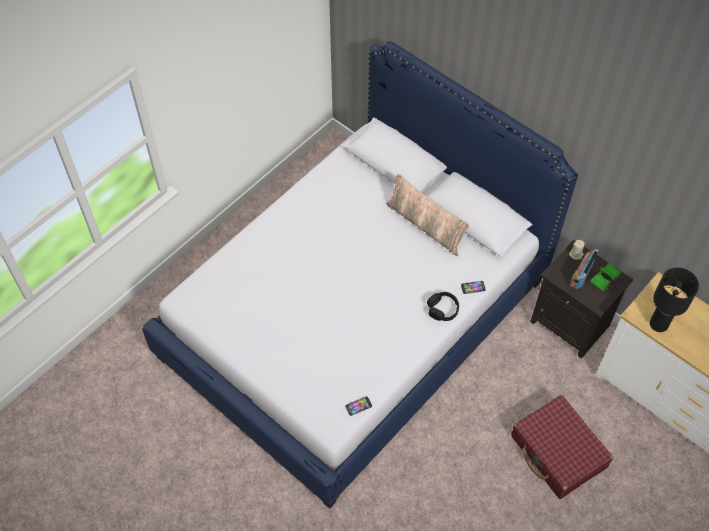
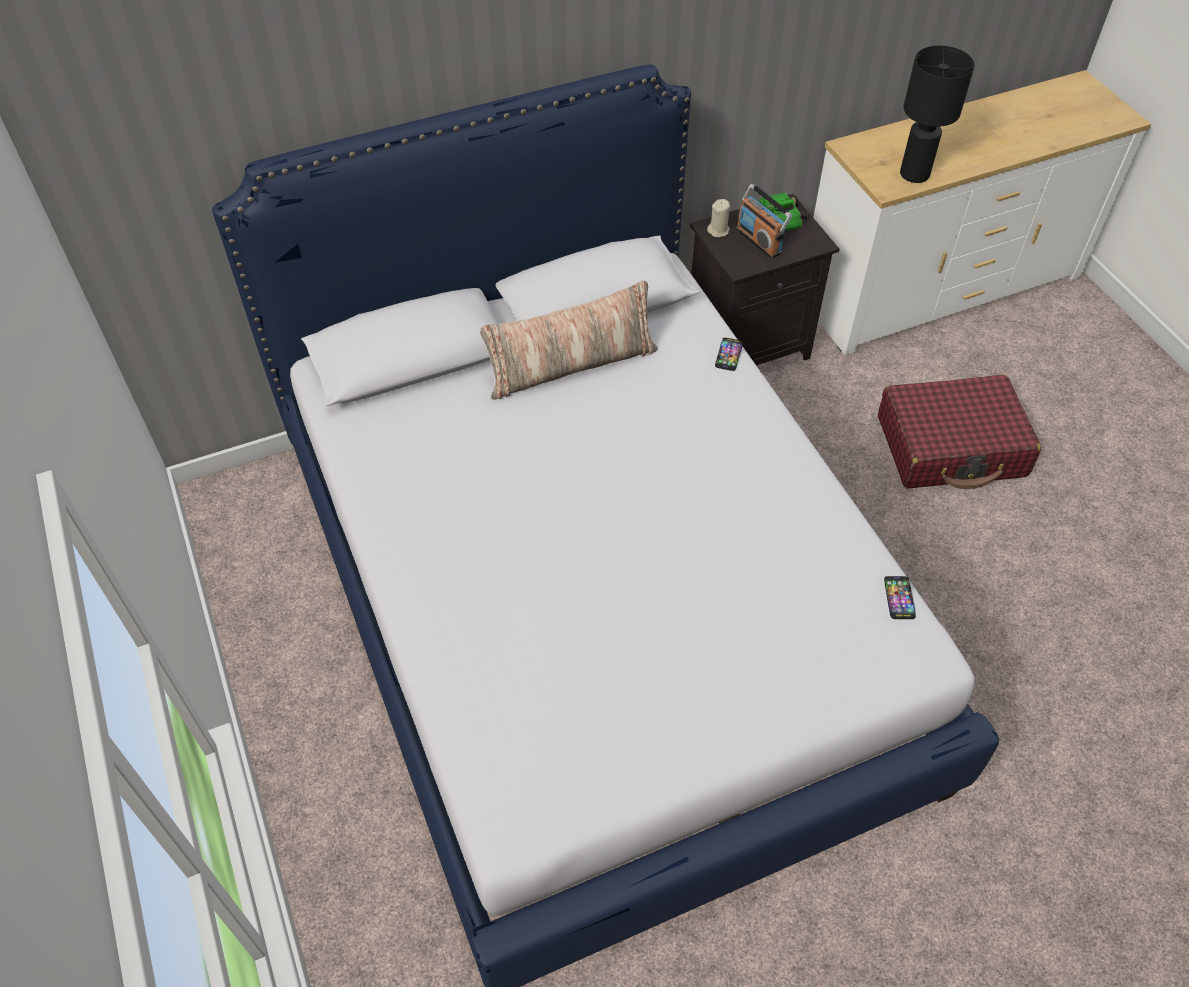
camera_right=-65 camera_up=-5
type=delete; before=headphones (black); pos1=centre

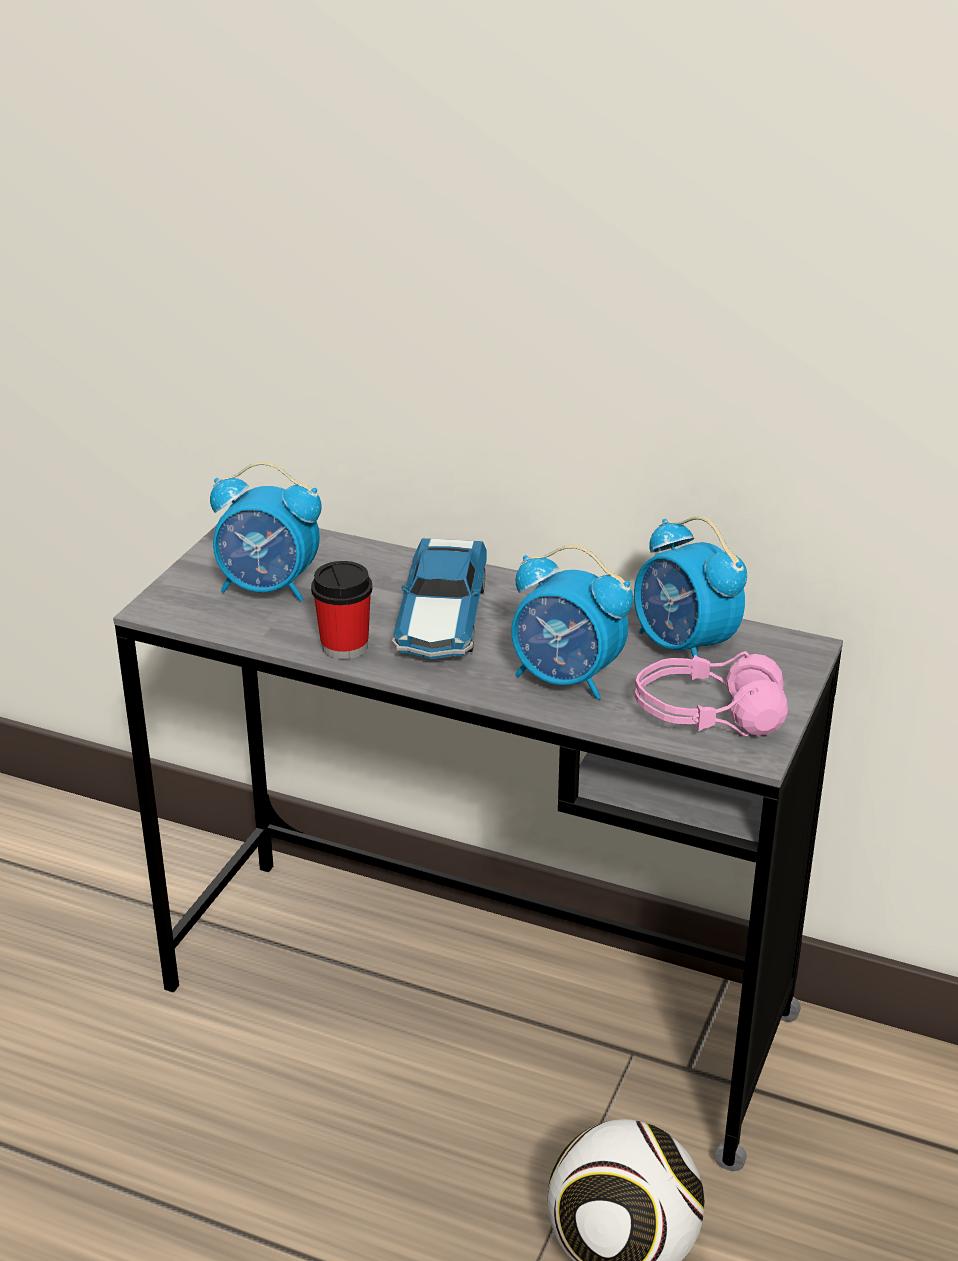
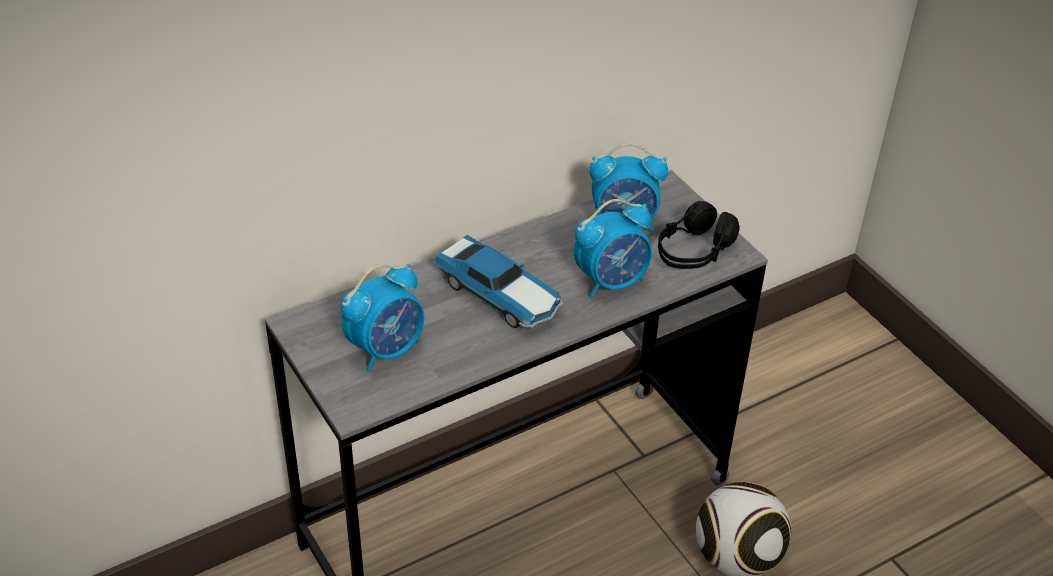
camera_right=-55 camera_up=10
type=recolor; before=headphones (pink); after=headphones (black); pos1=middle right; pos2=centre
type=delete; before=cup; pos1=centre

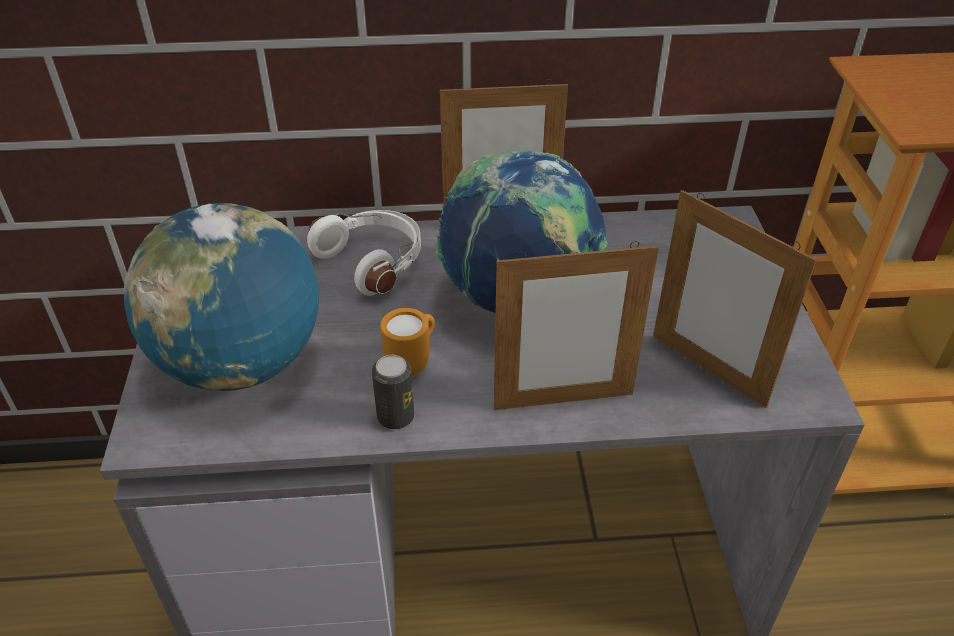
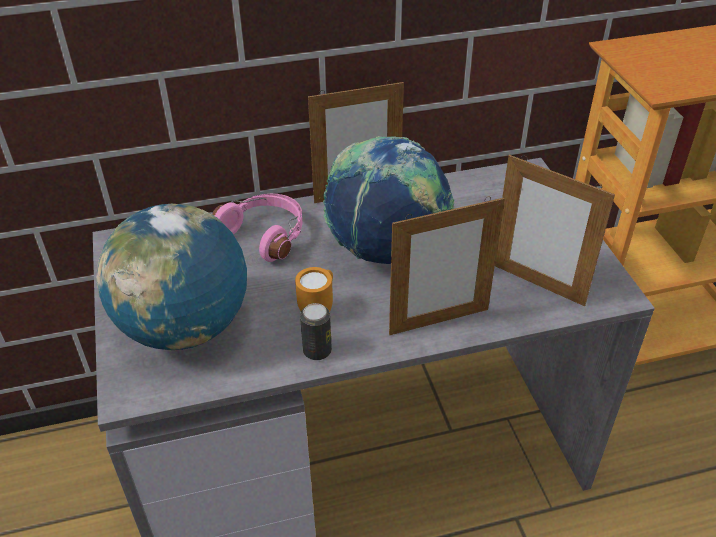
camera_right=-10 camera_up=0
type=recolor; before=headphones (white); after=headphones (pink); pos1=centre; pos2=centre

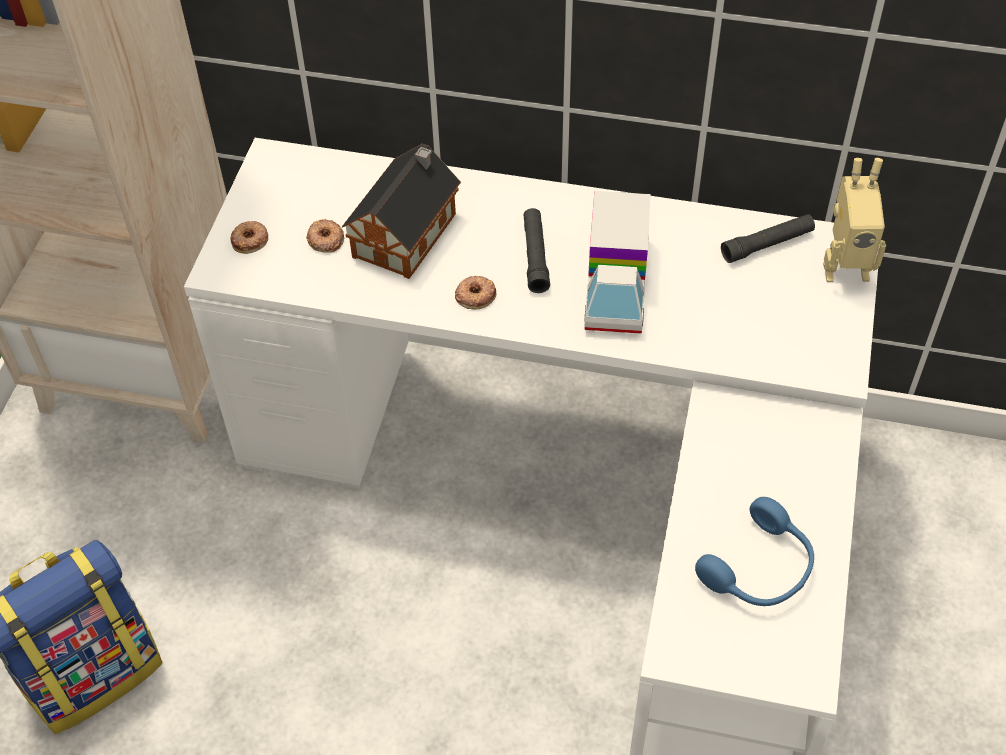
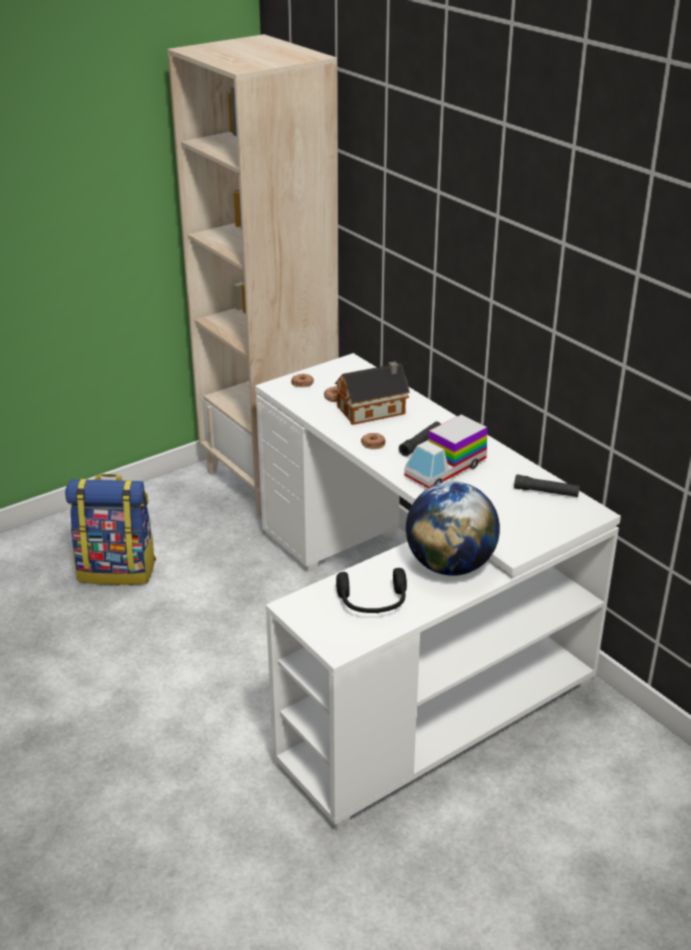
camera_right=40 camera_up=-20
type=recolor; before=headphones (blue); after=headphones (black); pos1=bottom right; pos2=centre
type=insert; after=globe; pos2=centre
type=delete; before=toy robot; pos1=top right

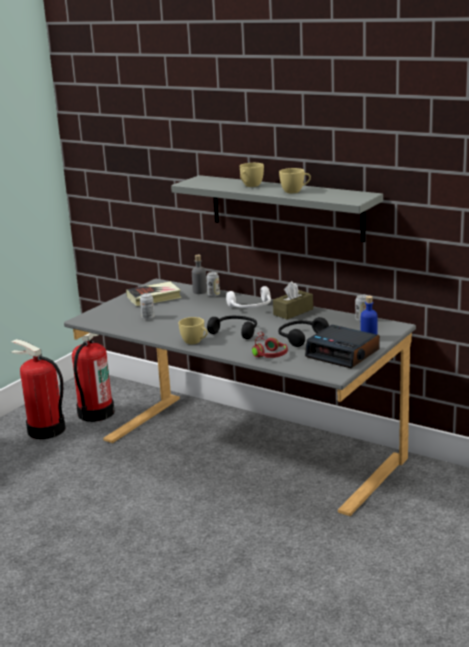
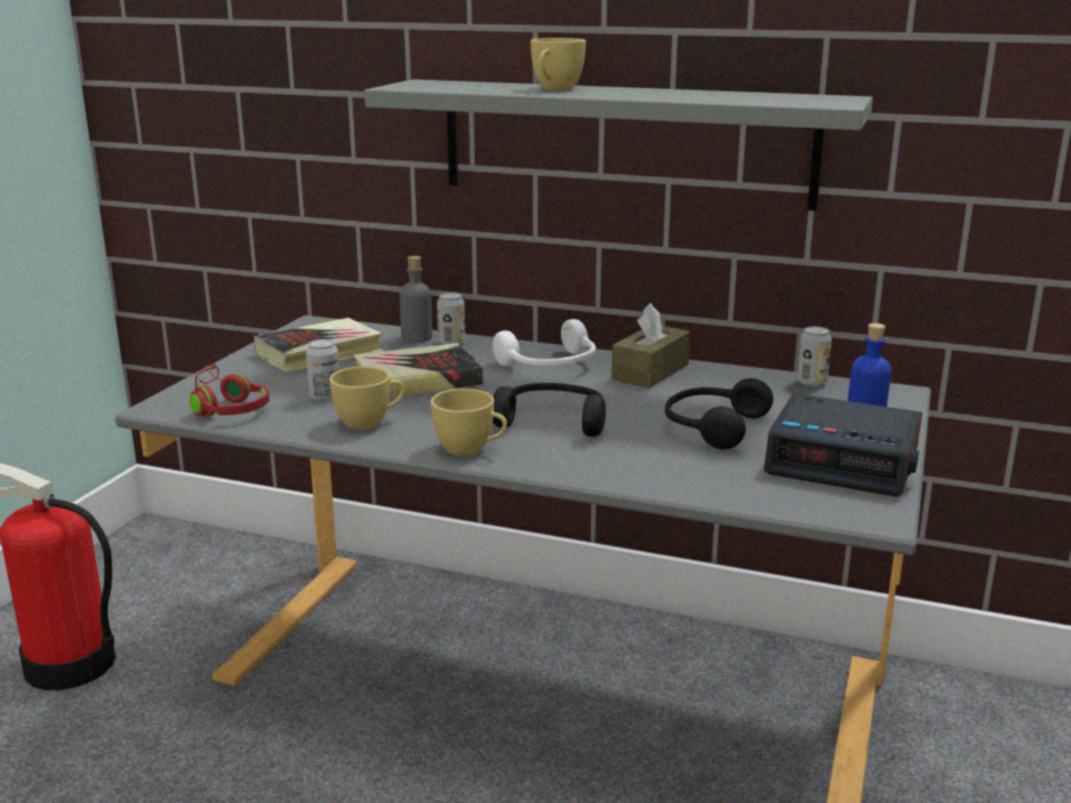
camera_right=-15 camera_up=0
type=move; before=headphones (red); pos1=centre; pos2=middle left
type=move; before=cup (yellow) (3rd from left in the first image); after=cup (yellow) (1st from left); pos1=top centre; pos2=centre
type=insert; after=book (2nd from left); pos2=centre
type=delete; before=fire extinguisher (2nd from left); pos1=middle left

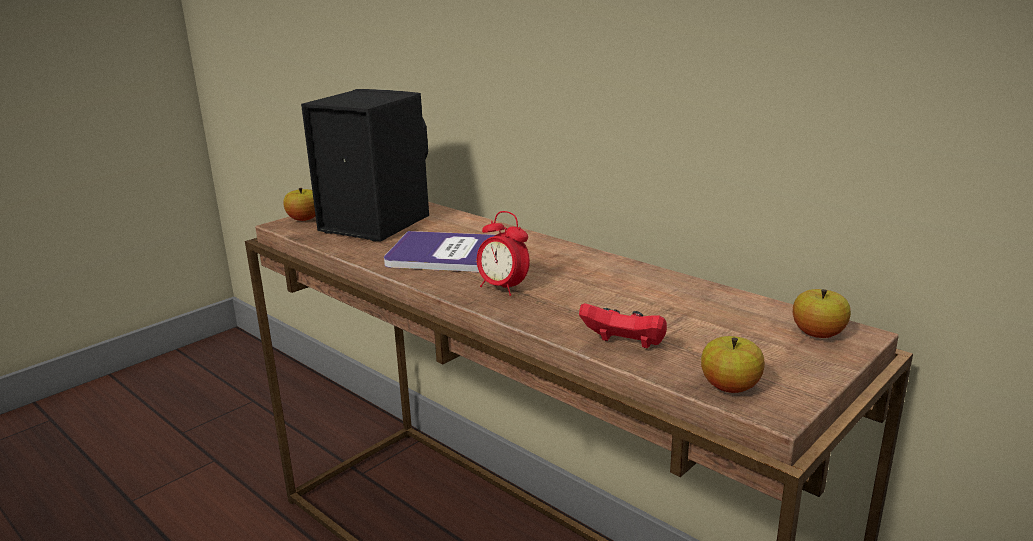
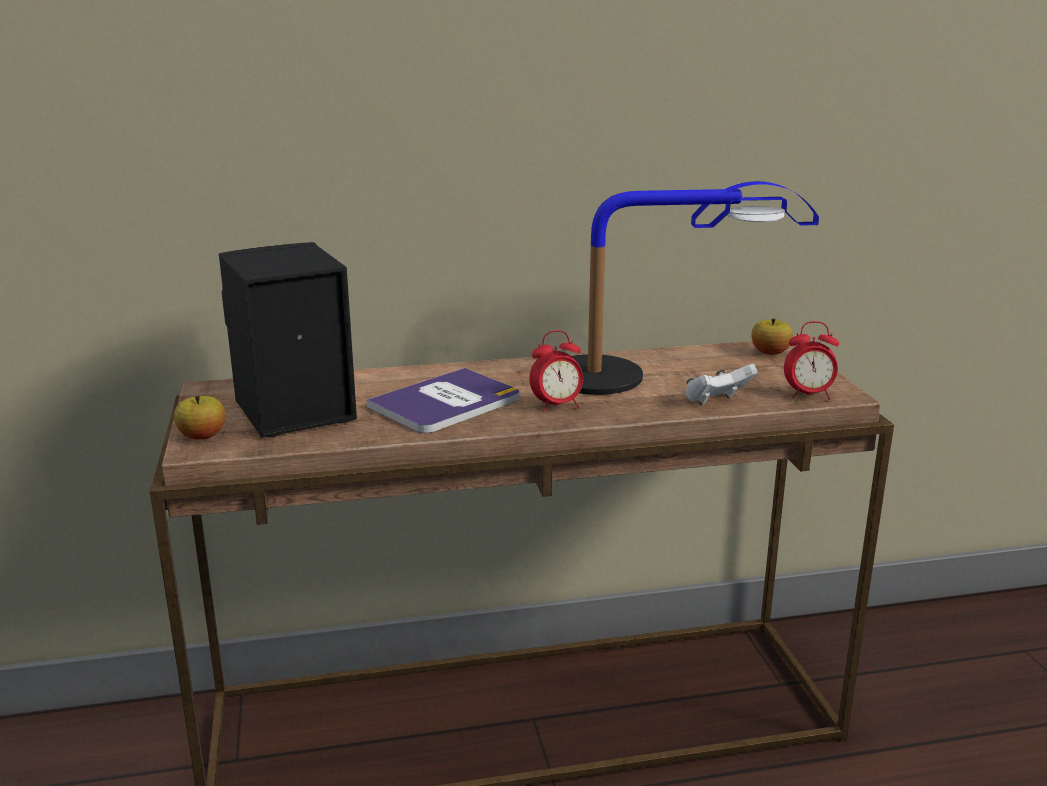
camera_right=-55 camera_up=0
type=insert; after=table lamp; pos2=centre
type=recolor; before=game controller (red); after=game controller (white); pos1=centre; pos2=middle right
type=replace; before=apple (2nd from left); after=alarm clock (2nd from left); pos1=bottom right; pos2=middle right

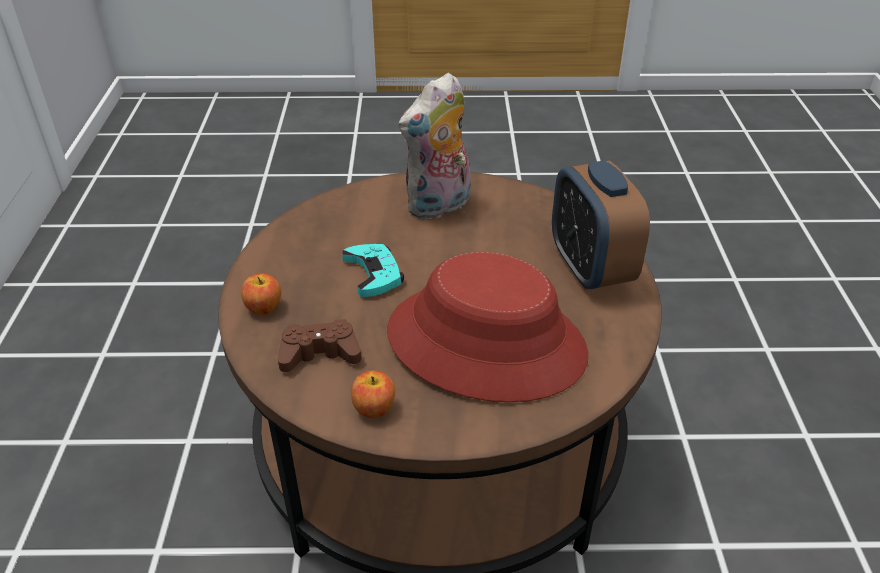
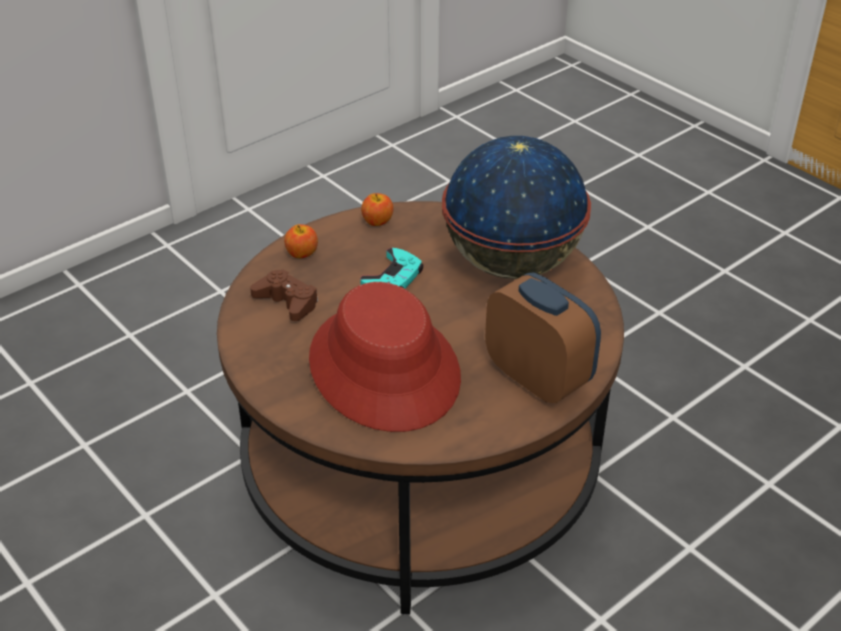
camera_right=50 camera_up=0
type=move; before=apple (2nd from left); pos1=bottom centre; pos2=top centre
type=replace; before=plush toy; after=globe; pos1=top centre; pos2=top centre
type=rotate; before=alarm clock; pos1=middle right; pos2=centre; turn=105

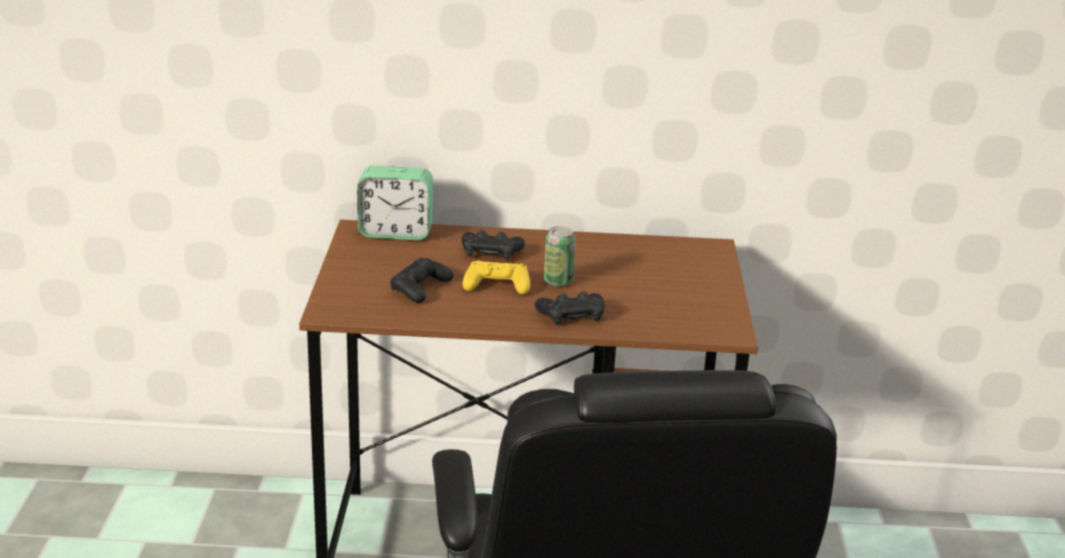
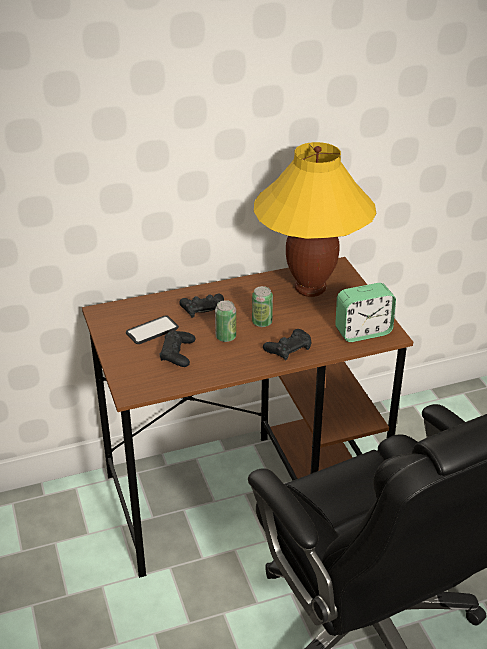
camera_right=-20 camera_up=10
type=insert; after=phone; pos2=middle left
type=replace; before=game controller (yellow); after=can (1st from left); pos1=centre; pos2=centre
type=insert; after=table lamp (yellow); pos2=centre
type=move; before=alarm clock; pos1=centre; pos2=middle right

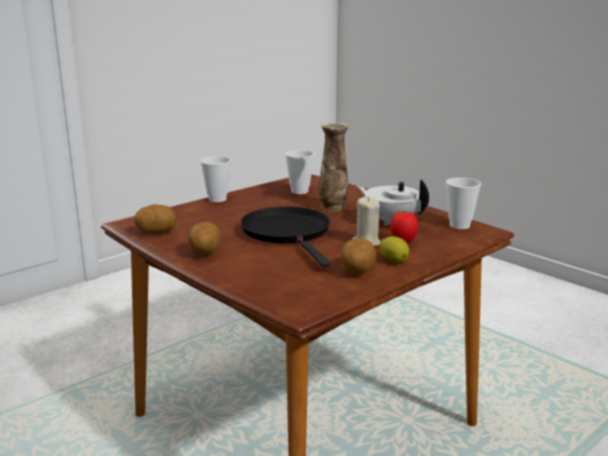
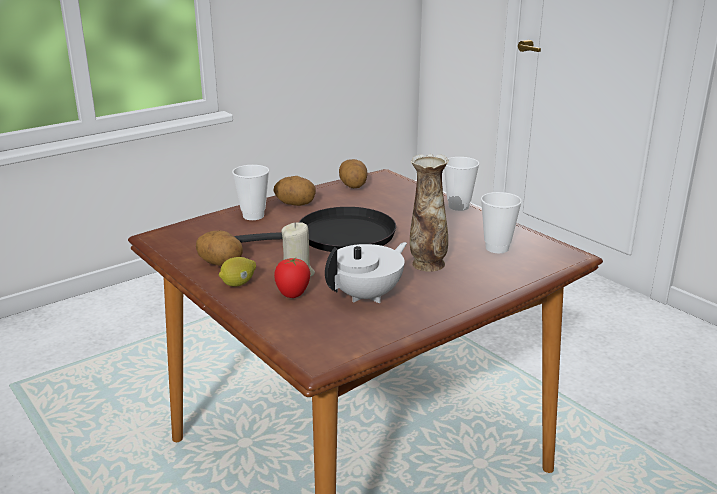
camera_right=95 camera_up=5
type=move; before=cup (3rd from left in the first image); after=cup (1st from left); pos1=middle right; pos2=centre

